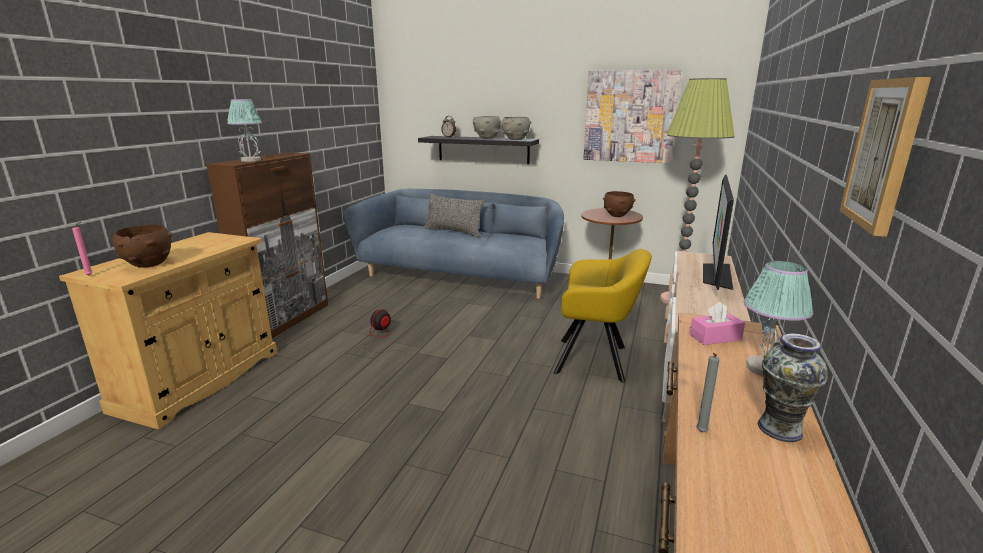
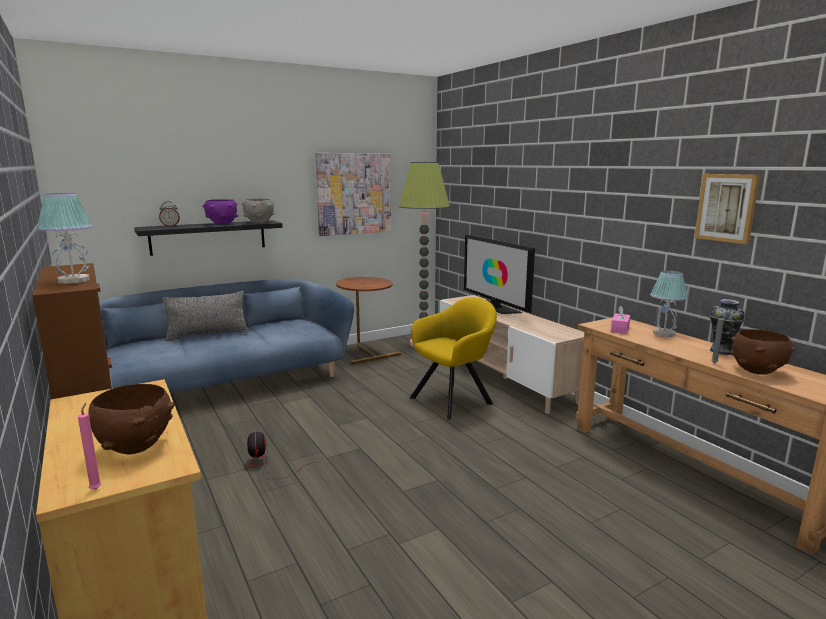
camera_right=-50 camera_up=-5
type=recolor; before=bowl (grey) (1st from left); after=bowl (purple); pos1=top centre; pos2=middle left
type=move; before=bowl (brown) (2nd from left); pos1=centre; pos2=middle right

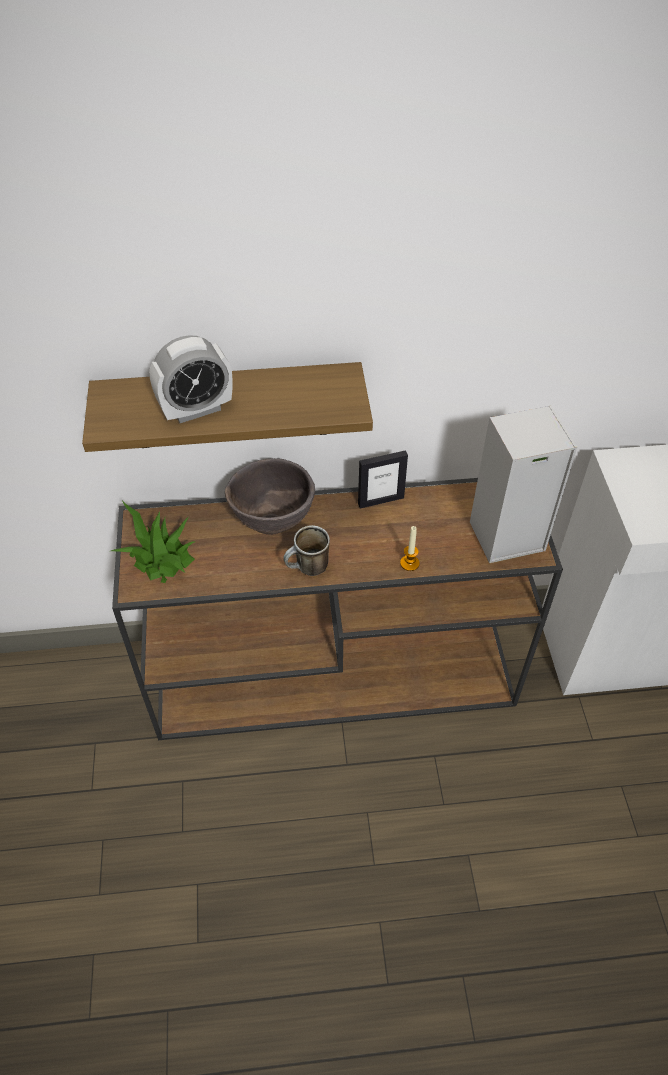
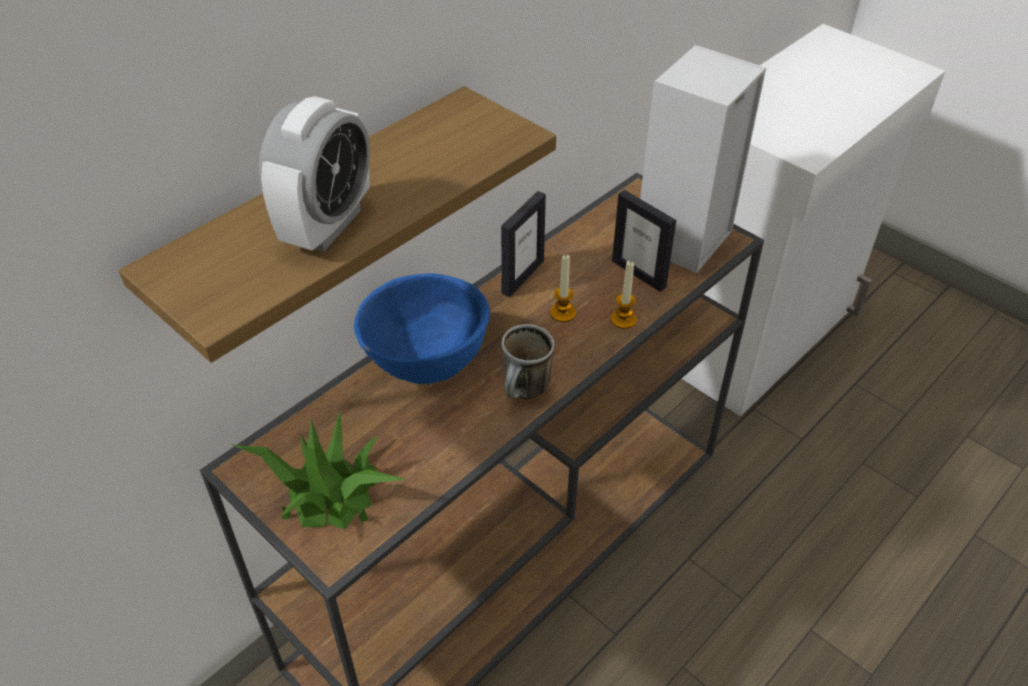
camera_right=-40 camera_up=-5
type=recolor; before=bowl (brown); after=bowl (blue); pos1=centre; pos2=centre
type=insert; after=candle (1st from left); pos2=centre
type=insert; after=picture frame (2nd from left); pos2=centre

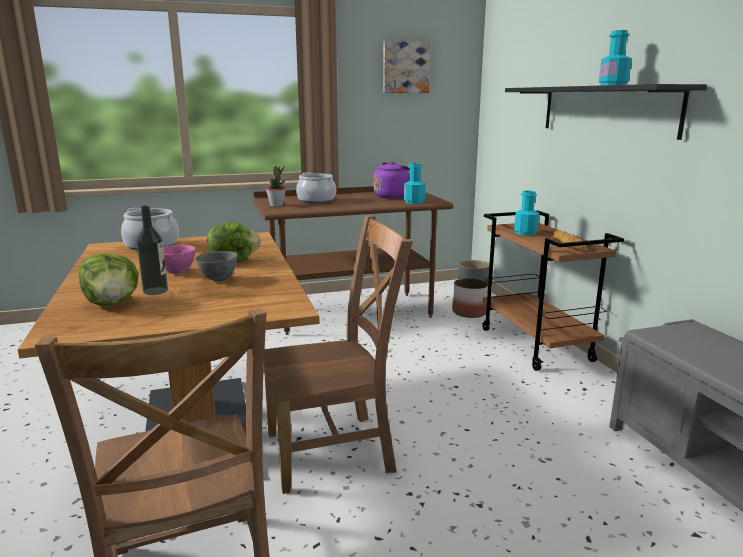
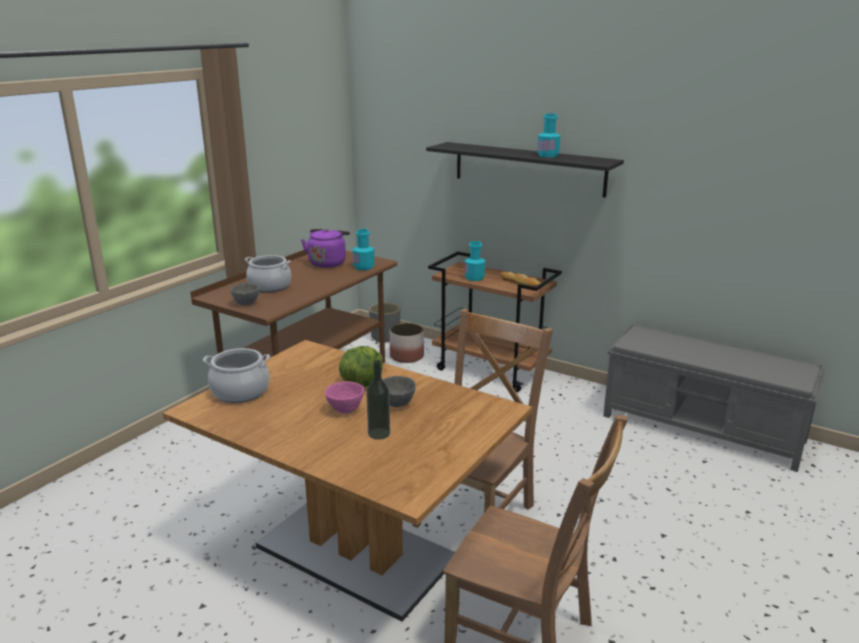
camera_right=-40 camera_up=5
type=replace; before=potted plant; after=bowl (grey) (1st from left); pos1=centre; pos2=middle left
type=delete; before=lettuce (1st from left); pos1=middle left
type=delete; before=picture; pos1=top centre

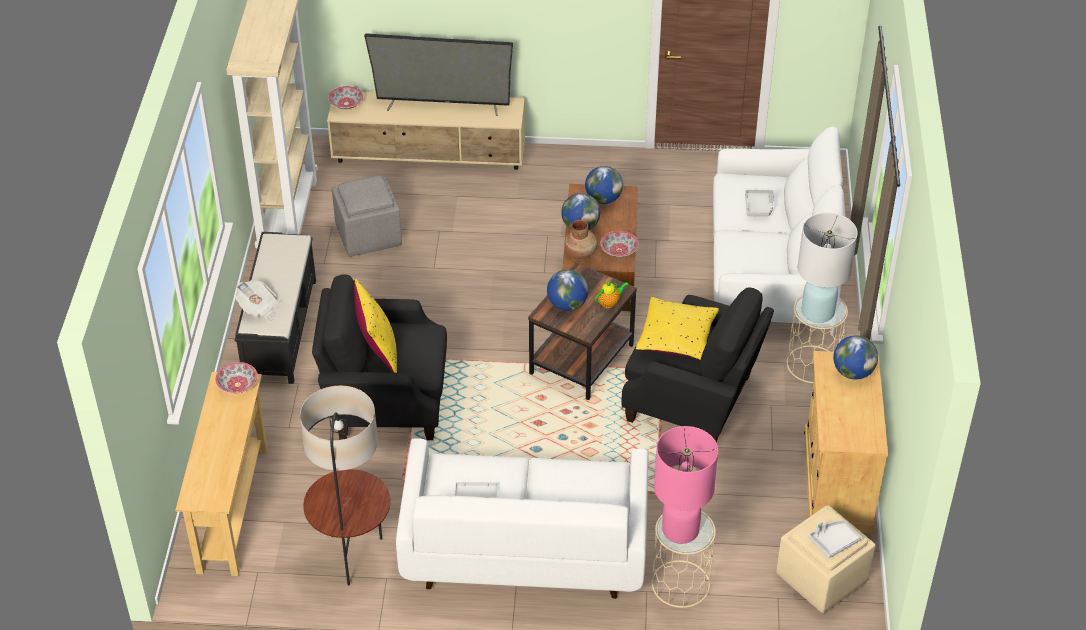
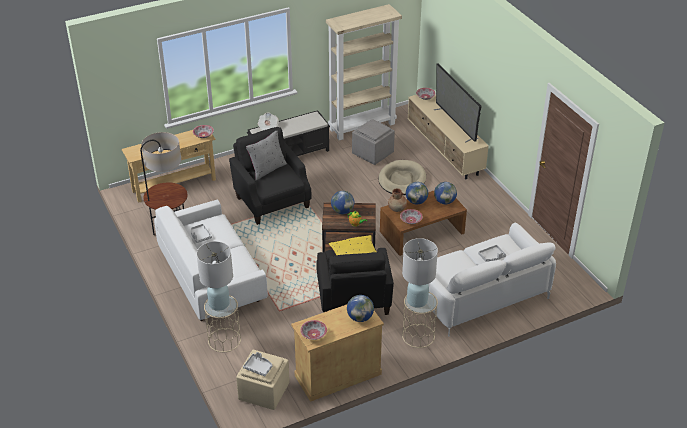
camera_right=60 camera_up=-5
type=recolor; before=table lamp (pink); after=table lamp (white) (1st from left); pos1=bottom centre; pos2=middle left
type=recolor; before=pillow (yellow) (1st from left); after=pillow (grey); pos1=centre; pos2=centre
type=insert; after=bowl (2nd from left); pos2=bottom centre
type=insert; after=dog bed (beige); pos2=centre

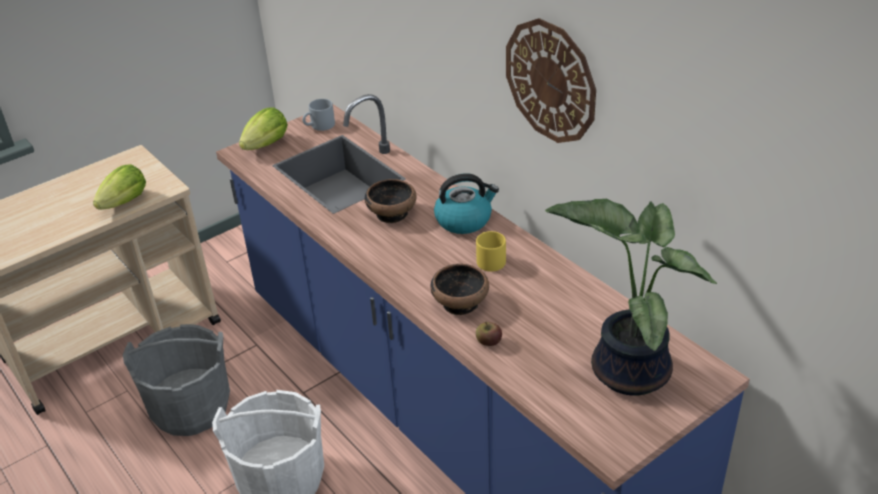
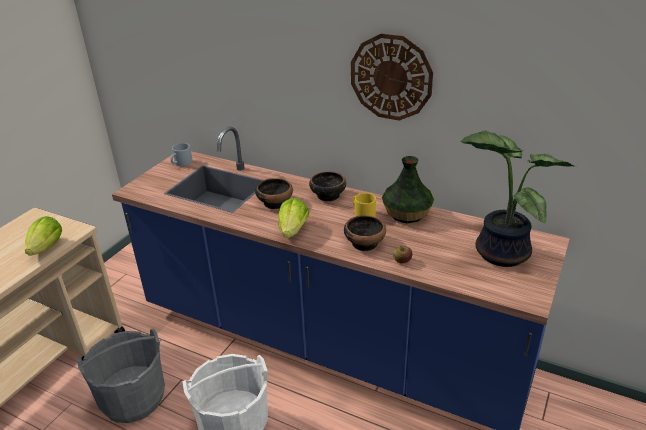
camera_right=-25 camera_up=-5
type=move; before=lettuce (2nd from left); pos1=top left; pos2=centre
type=replace; before=kettle; after=bowl (2nd from left); pos1=centre; pos2=centre
type=insert; after=vase; pos2=centre

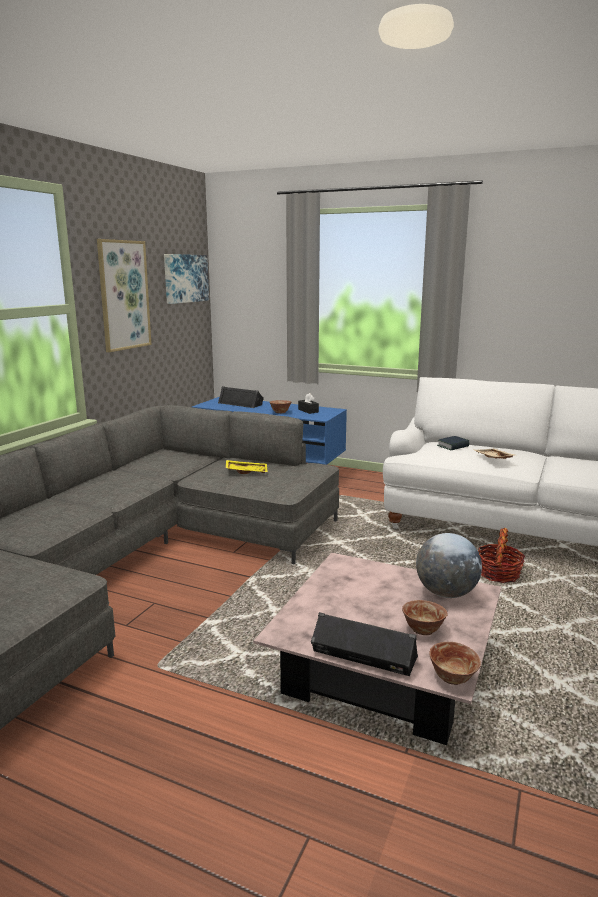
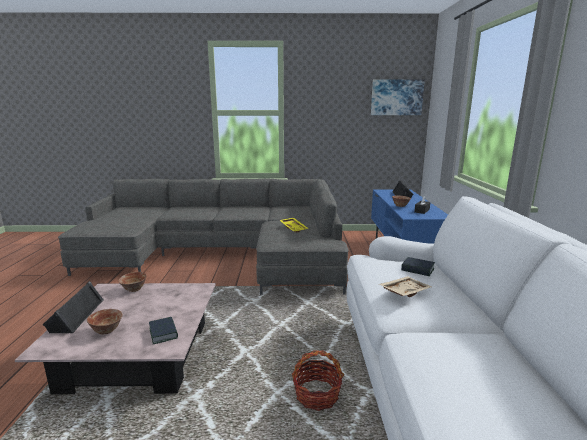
camera_right=65 camera_up=0
type=move; before=bowl (3rd from left in the first image); after=bowl (2nd from left); pos1=bottom right; pos2=middle left
type=replace; before=globe; after=book (1st from left); pos1=middle right; pos2=bottom left
type=delete; before=picture (1st from left); pos1=top left

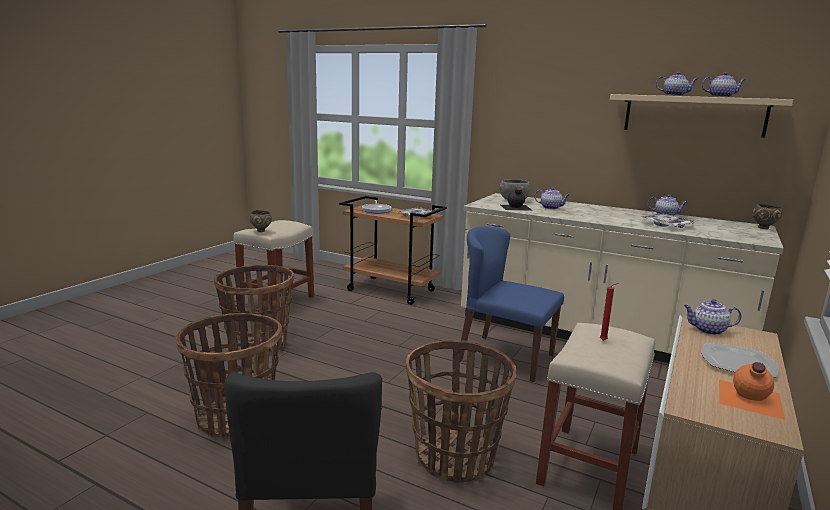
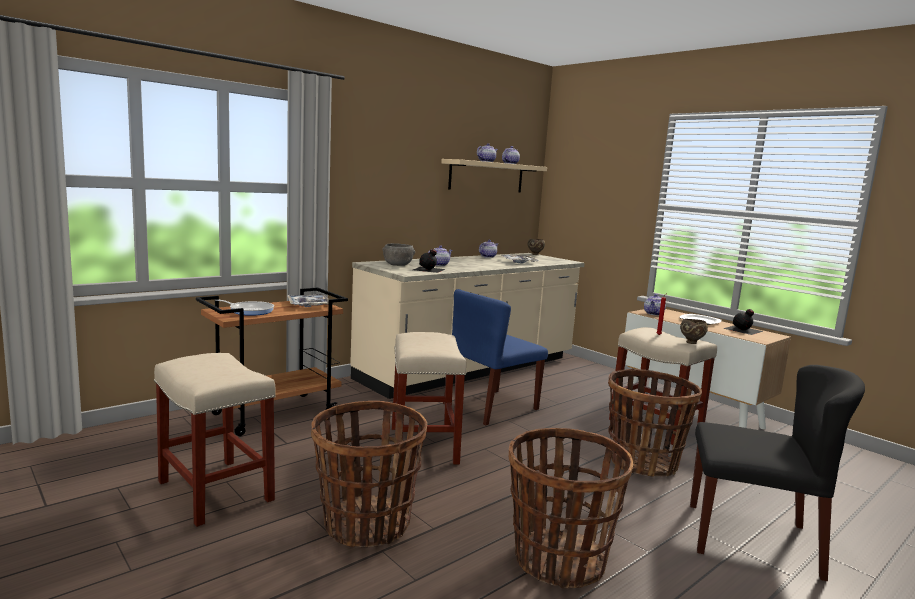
camera_right=-70 camera_up=-5
type=insert; after=stool (beige) (2nd from left); pos2=centre
type=move; before=bowl (brown) (1st from left in the first image); after=bowl (brown) (2nd from left); pos1=middle left; pos2=middle right
type=recolor; before=bottle (orange); after=bottle (black) (2nd from left); pos1=bottom right; pos2=middle right

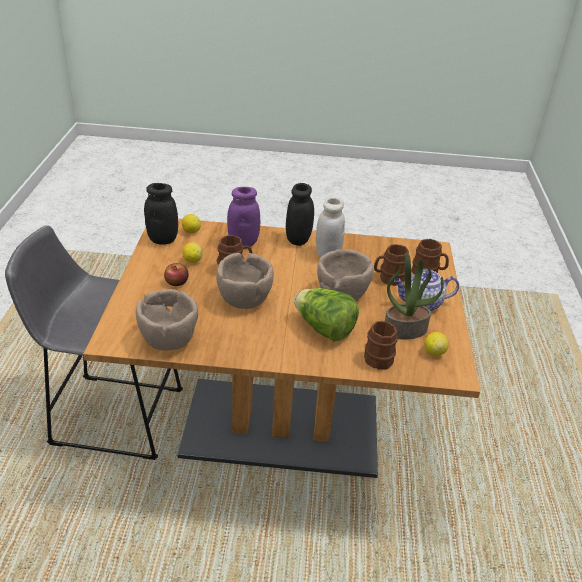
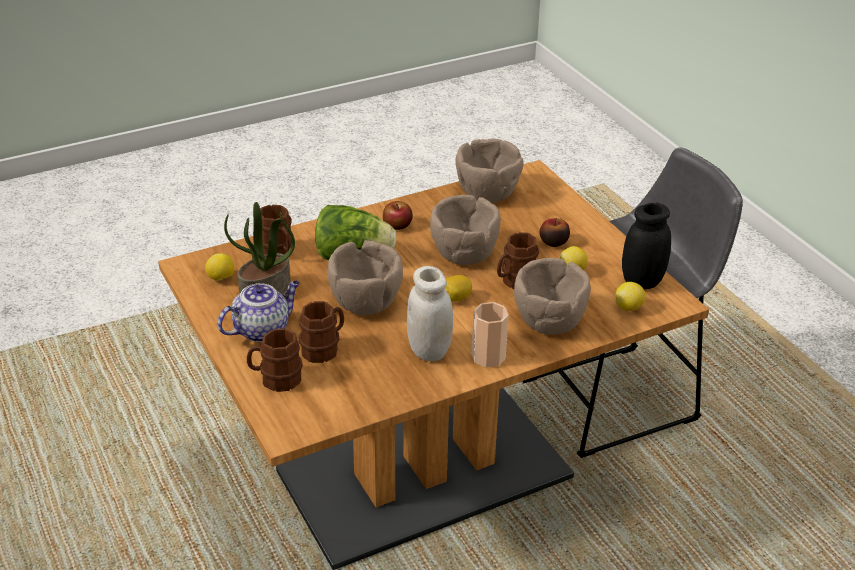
camera_right=150 camera_up=0
type=insert; after=apple (1st from left); pos2=centre
type=insert; after=lemon (2nd from left); pos2=centre
type=replace; before=jar (black) (2nd from left); after=cup; pos1=centre; pos2=centre
type=replace; before=jar (purple); after=bowl (brown) (4th from left); pos1=centre; pos2=centre

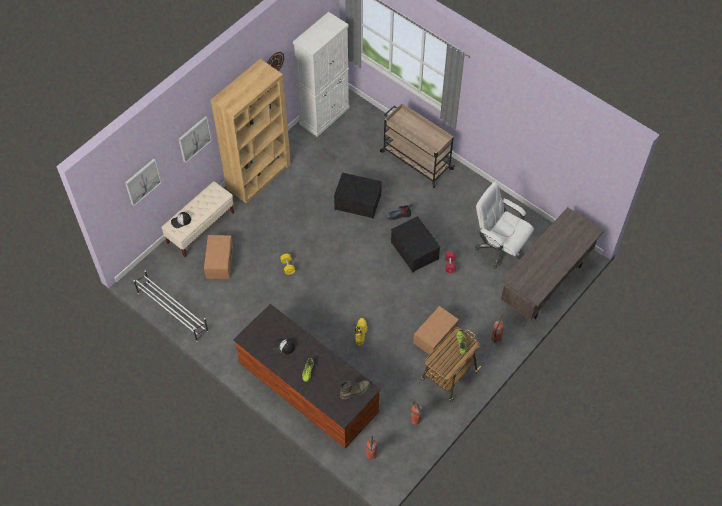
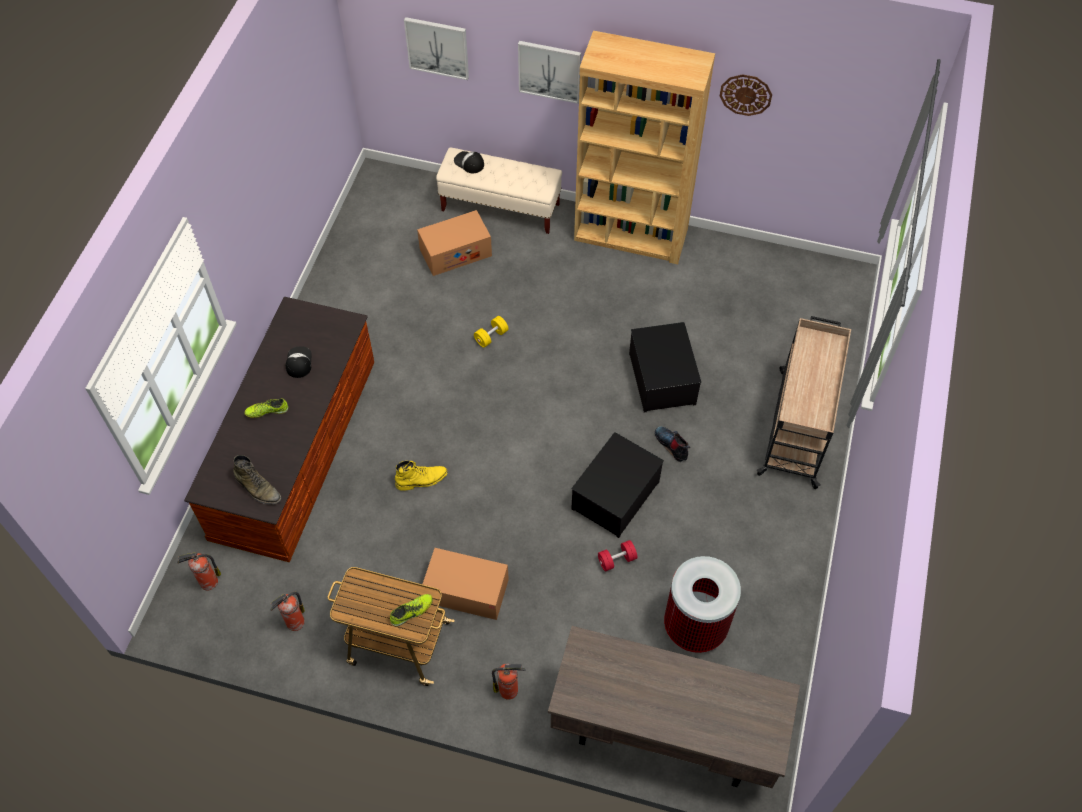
camera_right=65 camera_up=0
type=replace; before=office chair (white); after=trash can; pos1=middle right; pos2=bottom centre
type=delete; before=shoe rack (white); pos1=middle left
type=delete; before=cabinet (white); pos1=top centre

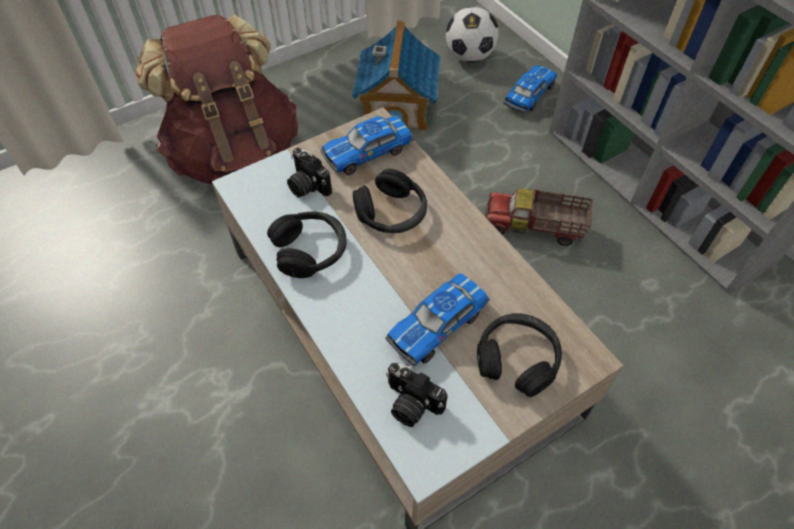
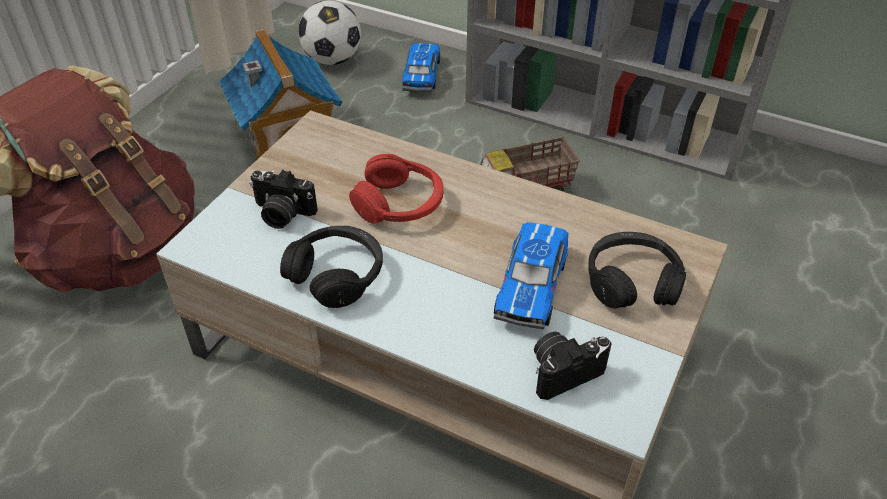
camera_right=-30 camera_up=-10
type=recolor; before=headphones (black) (2nd from left); after=headphones (red); pos1=centre; pos2=centre
type=rotate; before=photo camera (2nd from left); pos1=bottom centre; pos2=bottom centre; turn=150
type=delete; before=toy car (1st from left); pos1=top centre

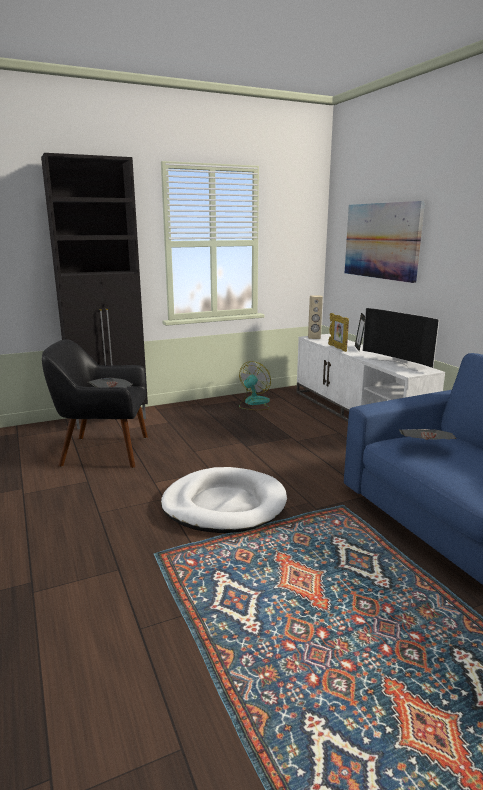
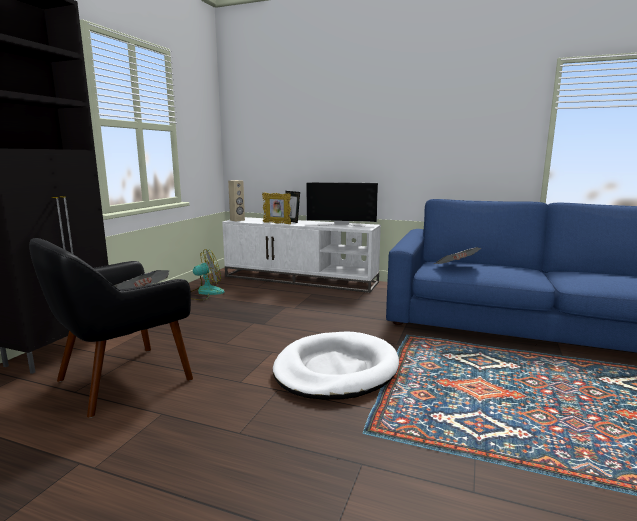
camera_right=-45 camera_up=-5
type=rotate; before=fan; pos1=centre; pos2=middle left; turn=75
type=delete; before=picture; pos1=top right

